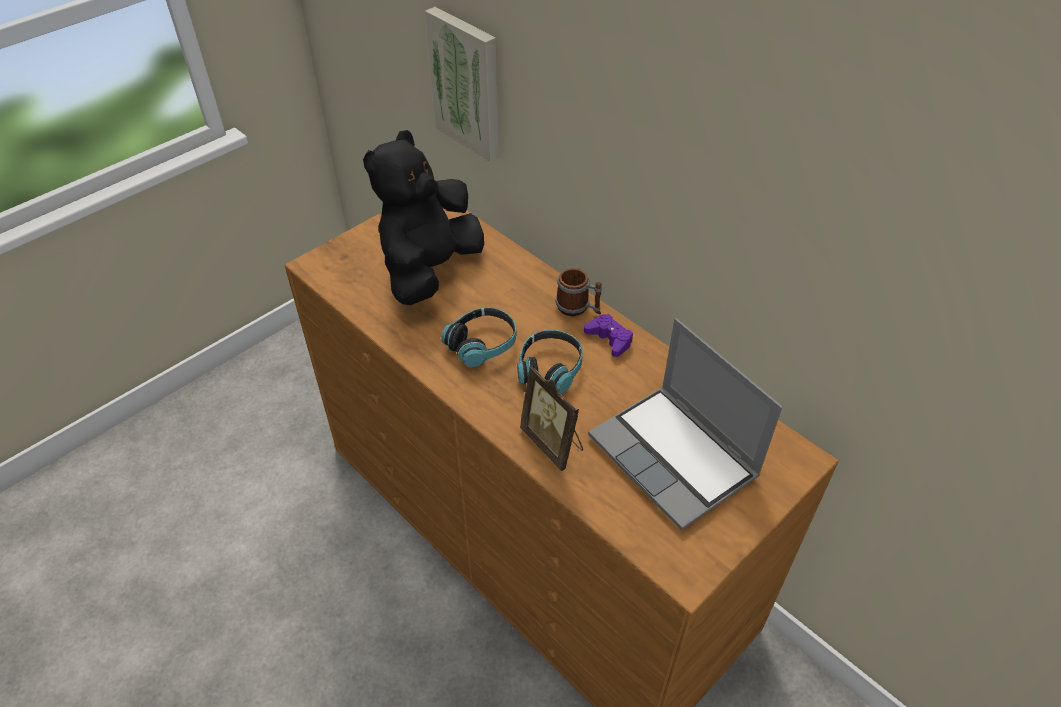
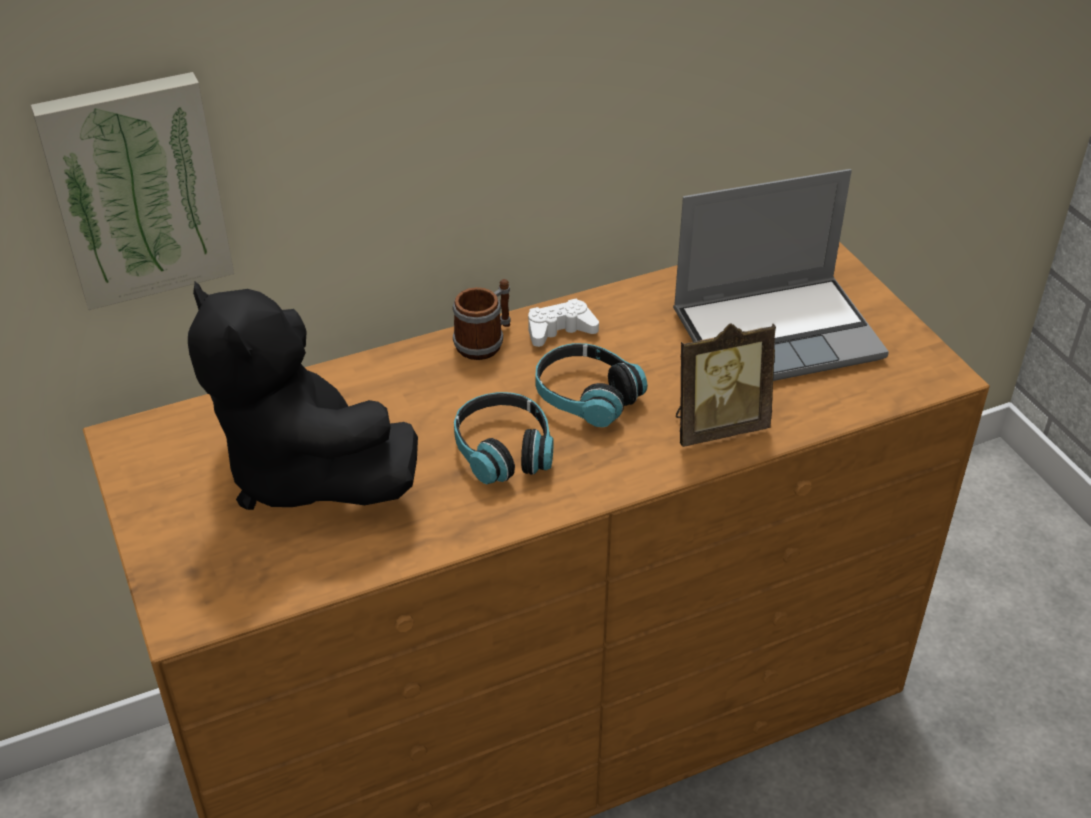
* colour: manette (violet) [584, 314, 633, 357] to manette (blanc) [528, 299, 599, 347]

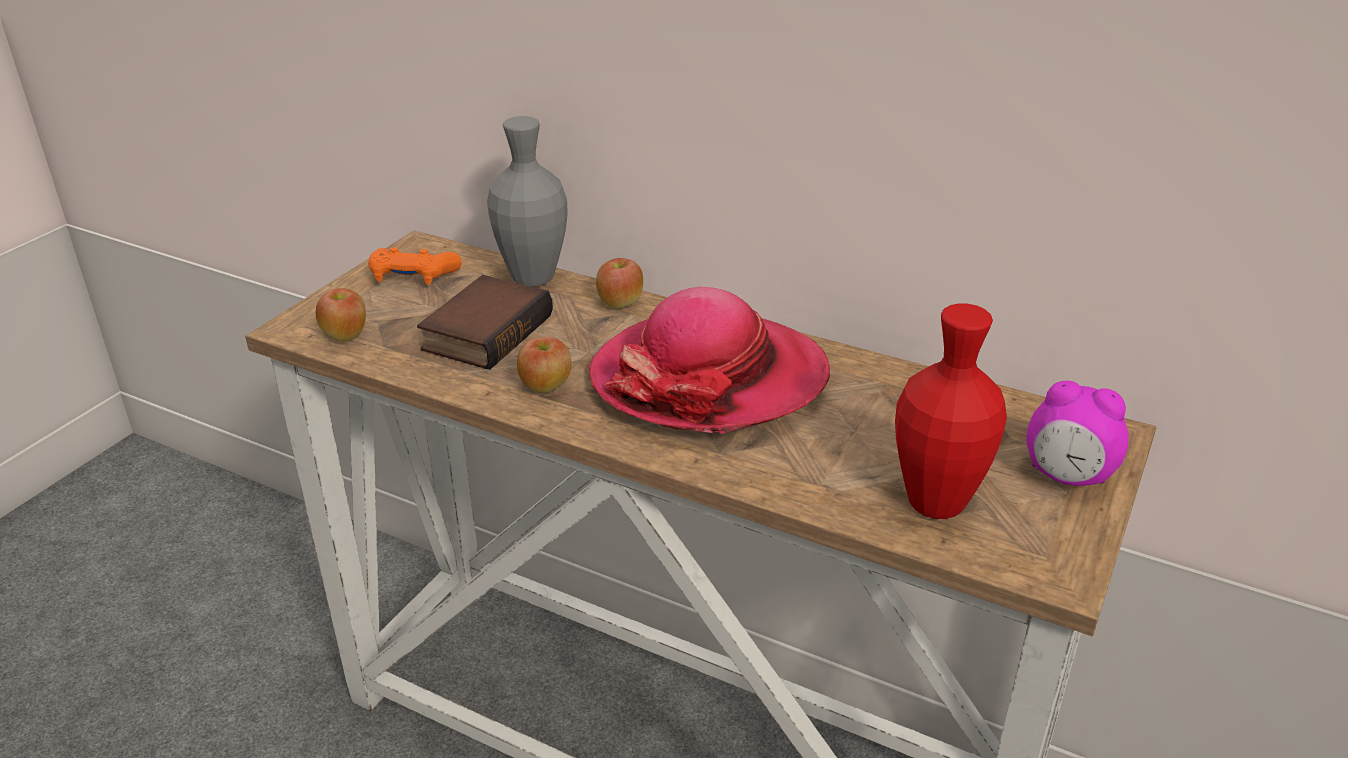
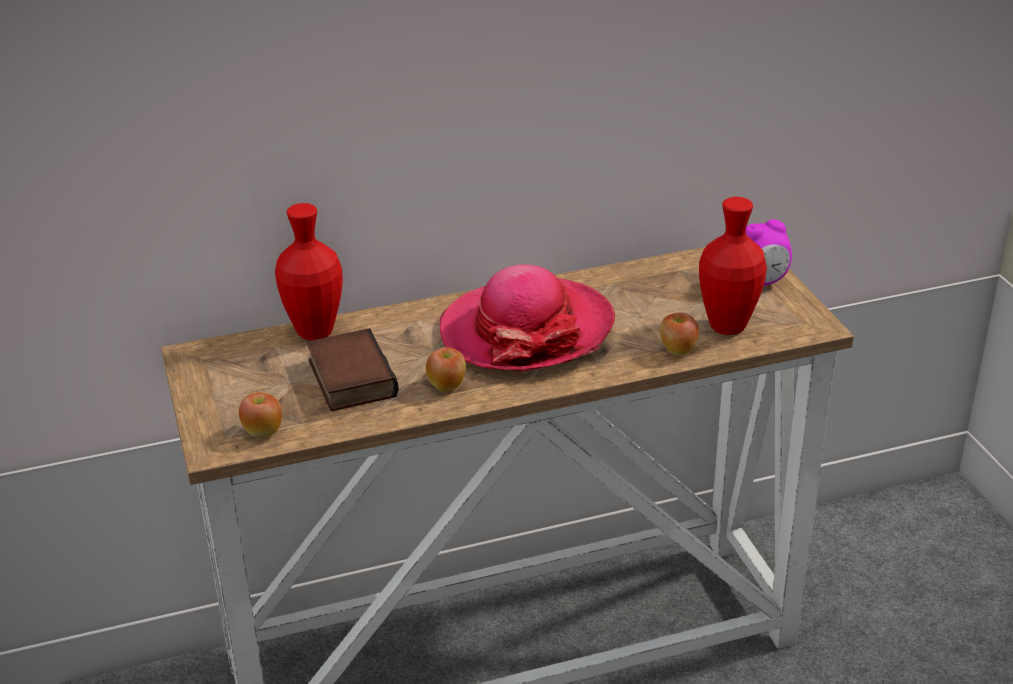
* missing: manette (orange) [368, 247, 461, 285]
* colour: vase (gris) [487, 116, 568, 287] to vase (rouge) [275, 203, 343, 341]
* relocated: pomme [596, 258, 643, 309] to [660, 312, 699, 356]

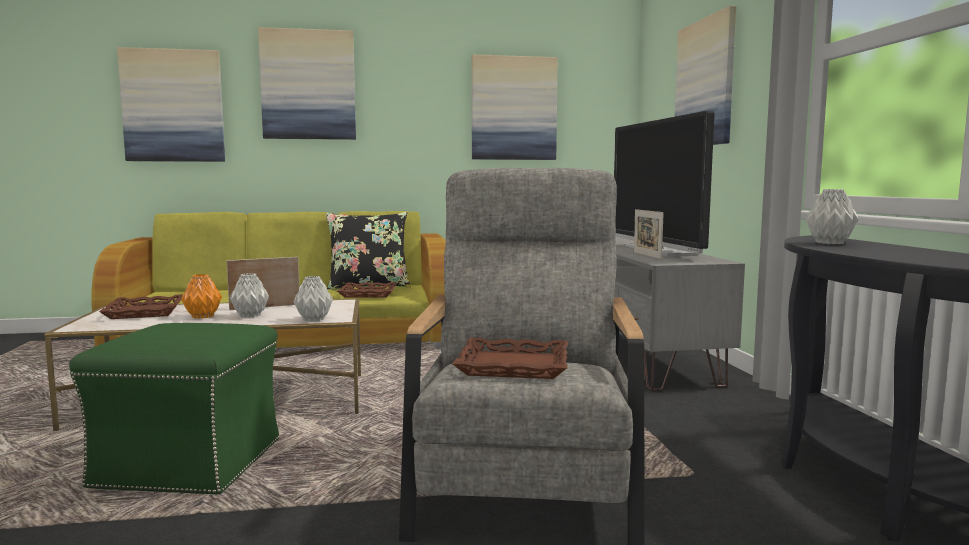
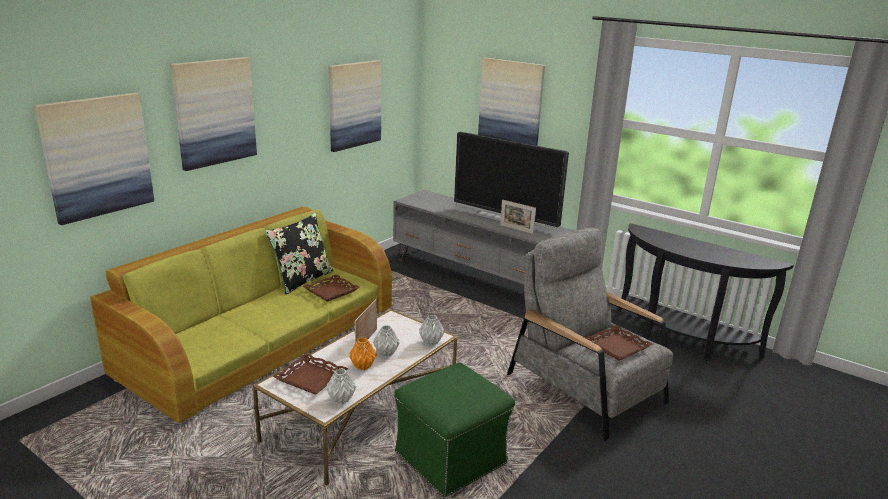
* relocated: vase (gris) [805, 189, 859, 244] to [326, 368, 356, 404]

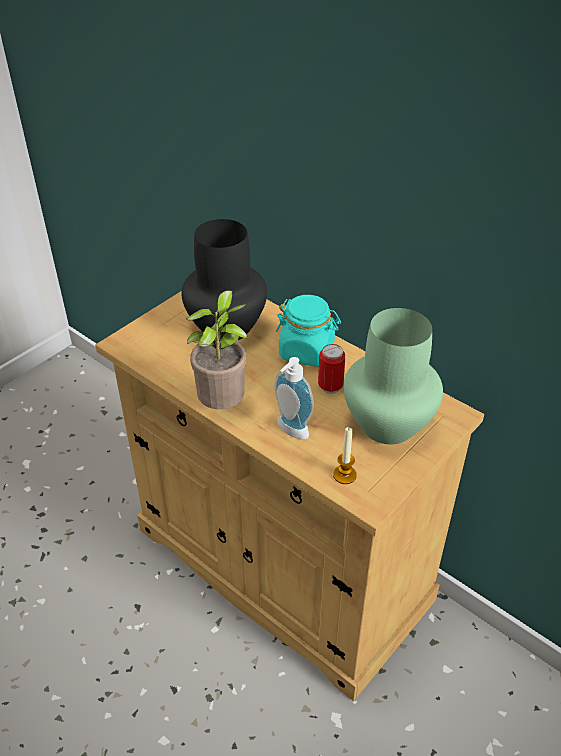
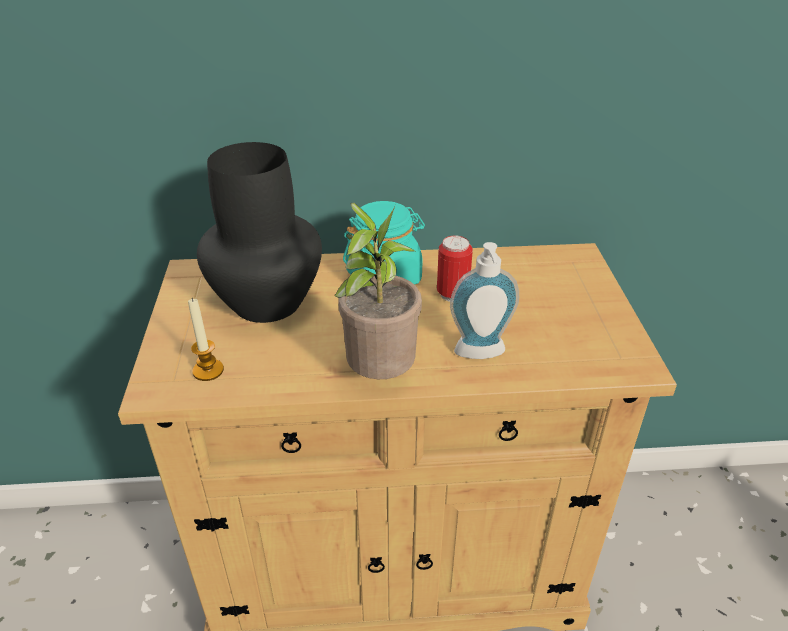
* relocated: bougie [333, 427, 357, 484] to [188, 298, 224, 381]
* missing: vase (vert) [344, 308, 443, 444]

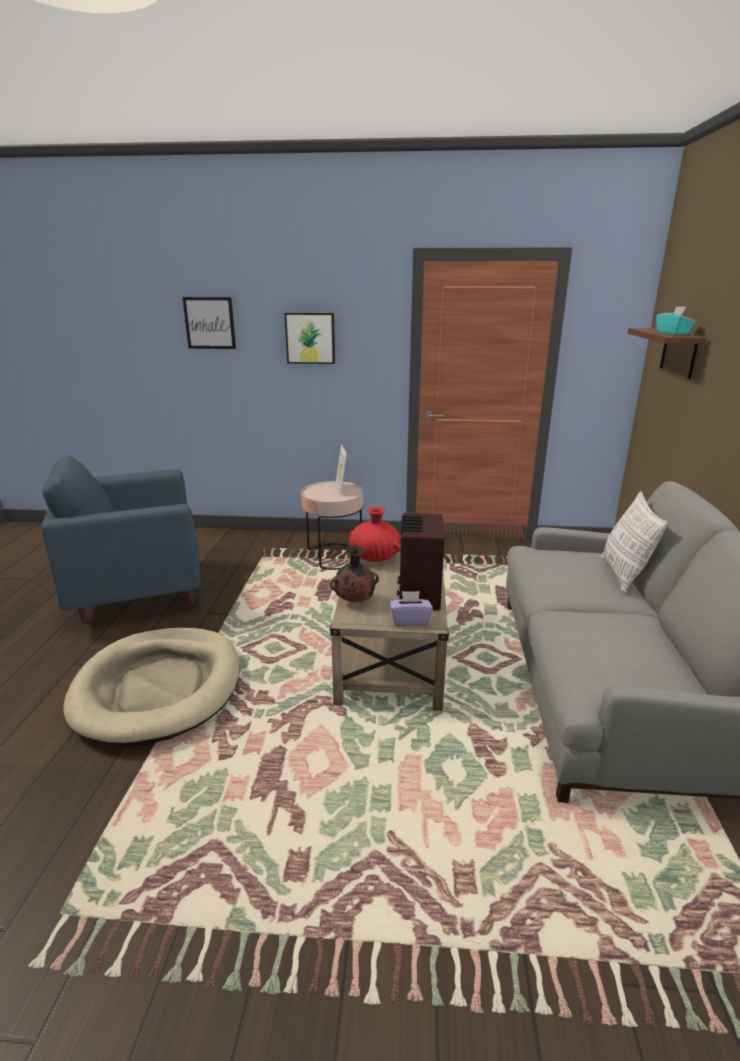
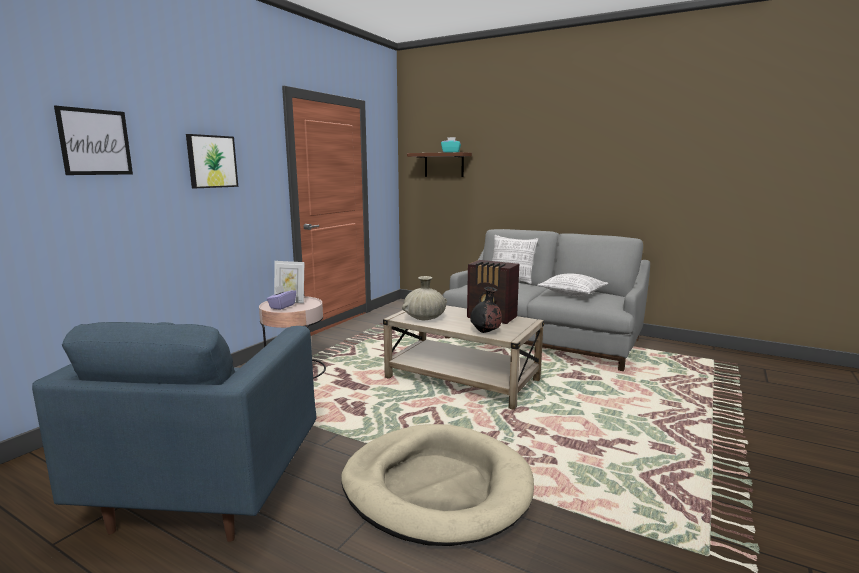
* colour: vase (rouge) [349, 507, 401, 562] to vase (beige) [402, 276, 447, 320]
* relocated: boîte à mouchoirs (violet) [390, 591, 433, 626] to [267, 285, 296, 310]
* appeared: coussin [537, 274, 608, 297]

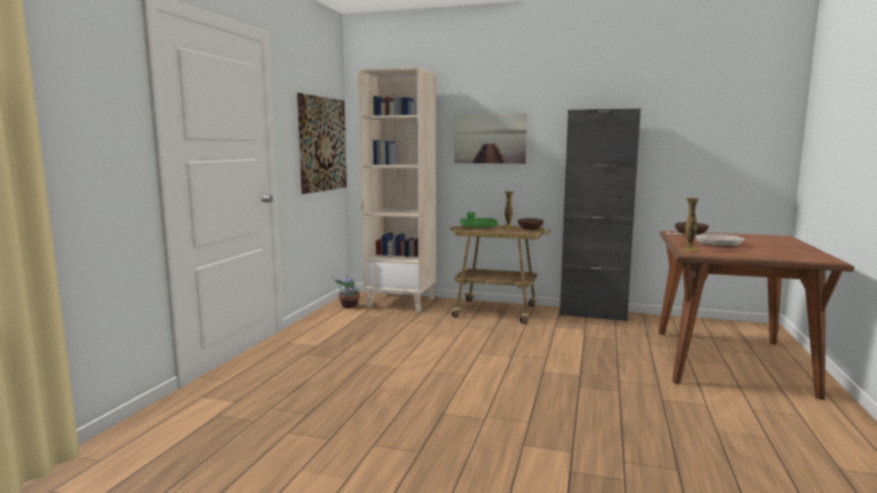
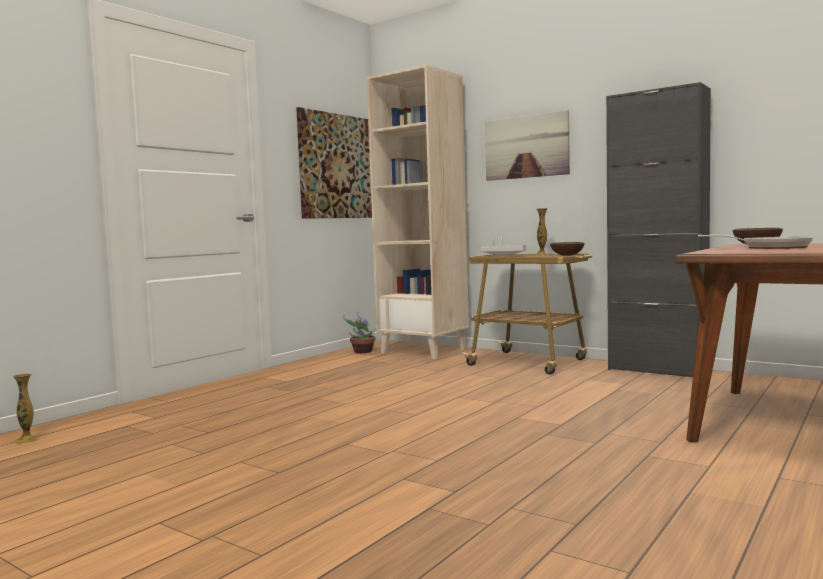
* colour: plateau (vert) [460, 212, 498, 228] to plateau (gris) [480, 237, 526, 255]
* relocated: vase [681, 198, 699, 251] to [13, 374, 40, 444]

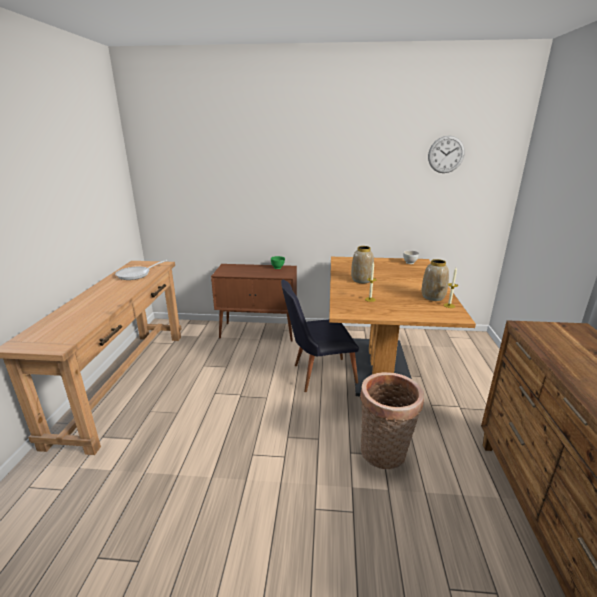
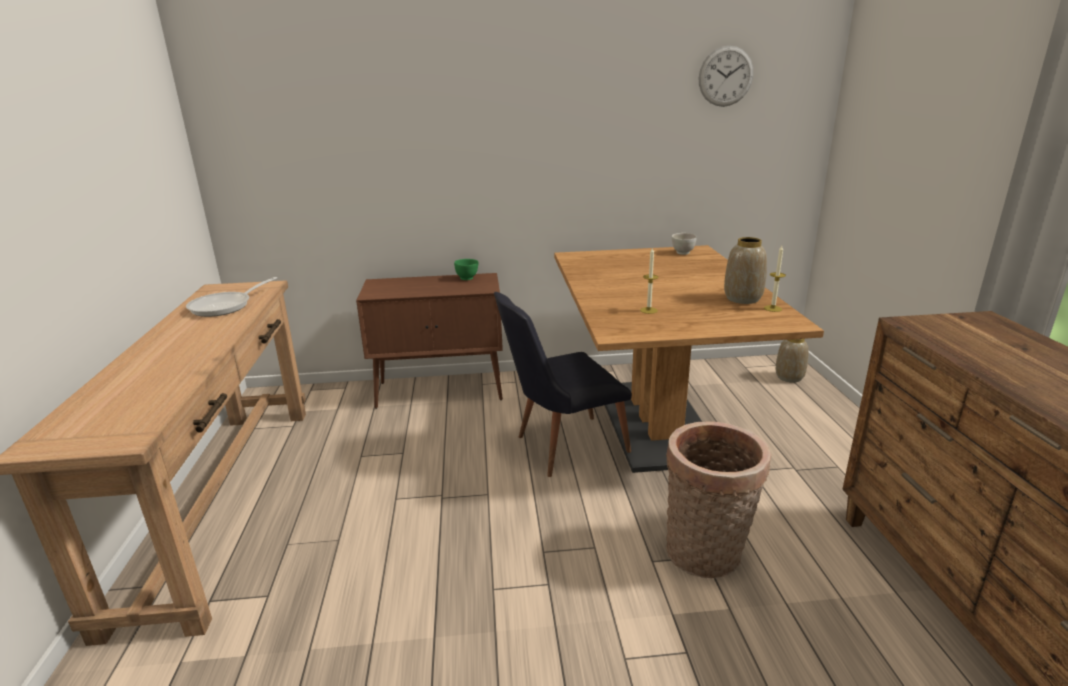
* relocated: vase [351, 246, 374, 283] to [776, 339, 809, 383]

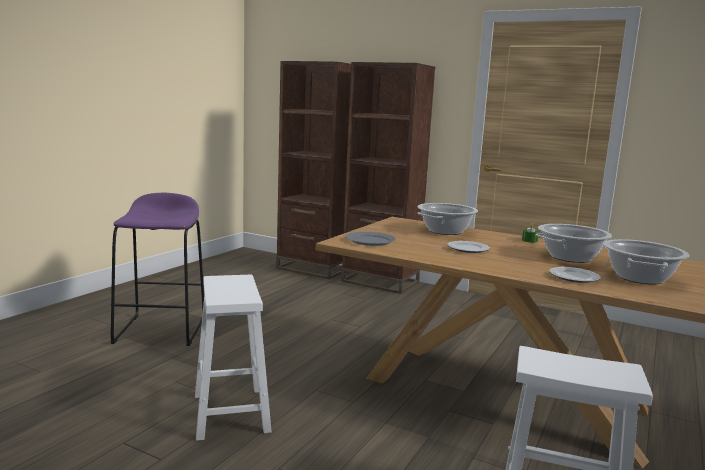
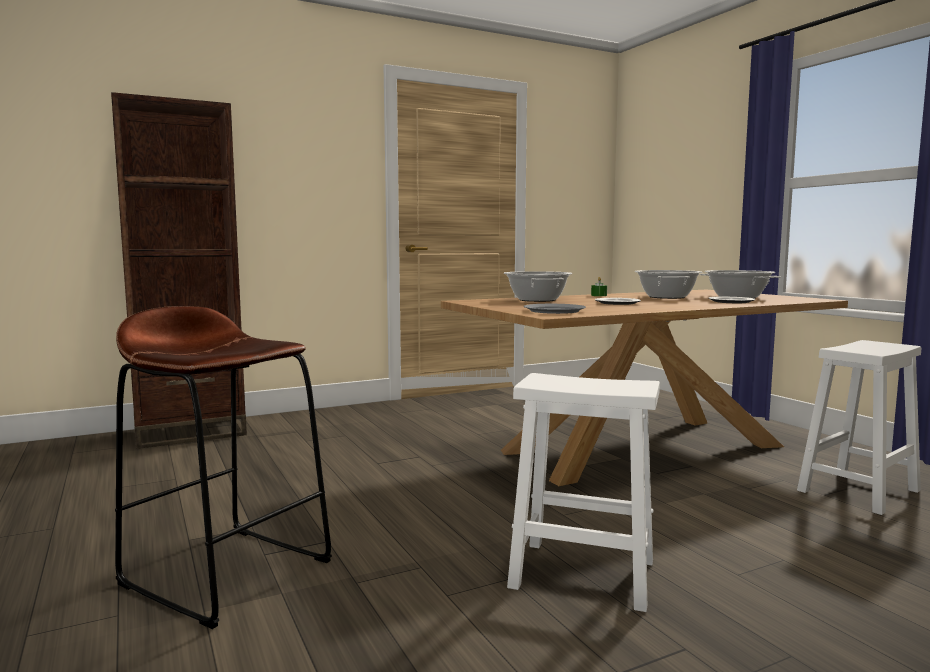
* colour: tabouret (violet) [111, 193, 204, 346] to tabouret (marron) [115, 306, 332, 629]
* missing: bibliothèque (marron) [341, 62, 435, 294]

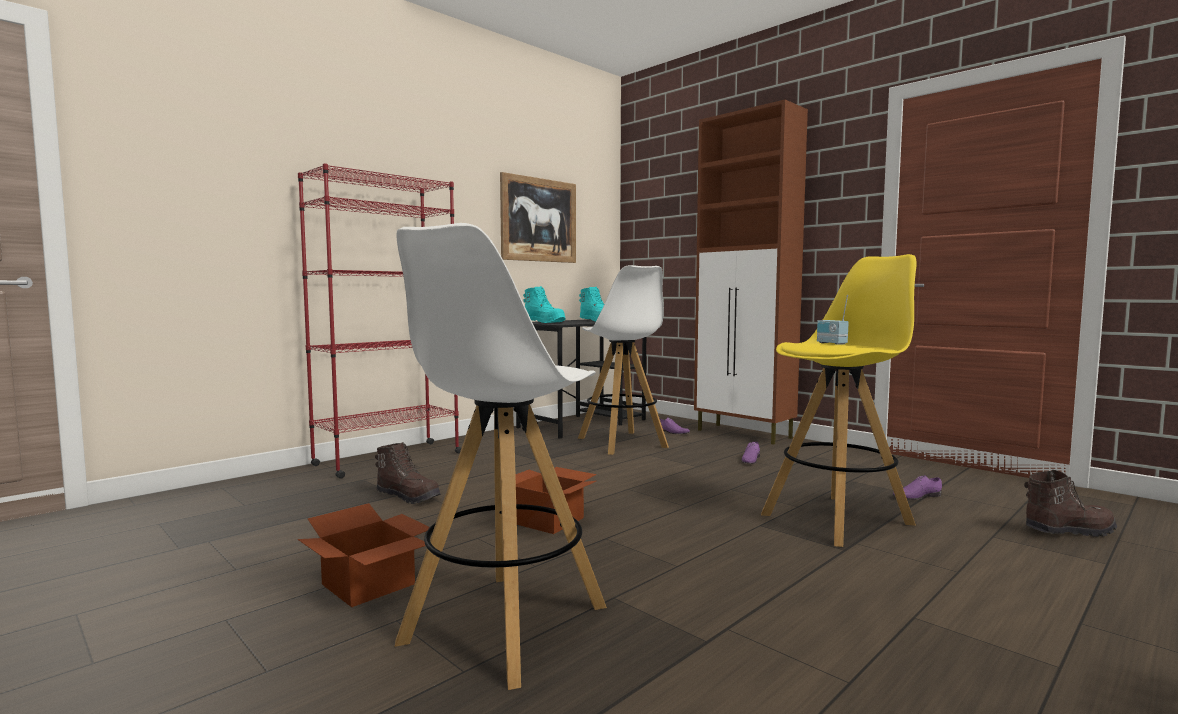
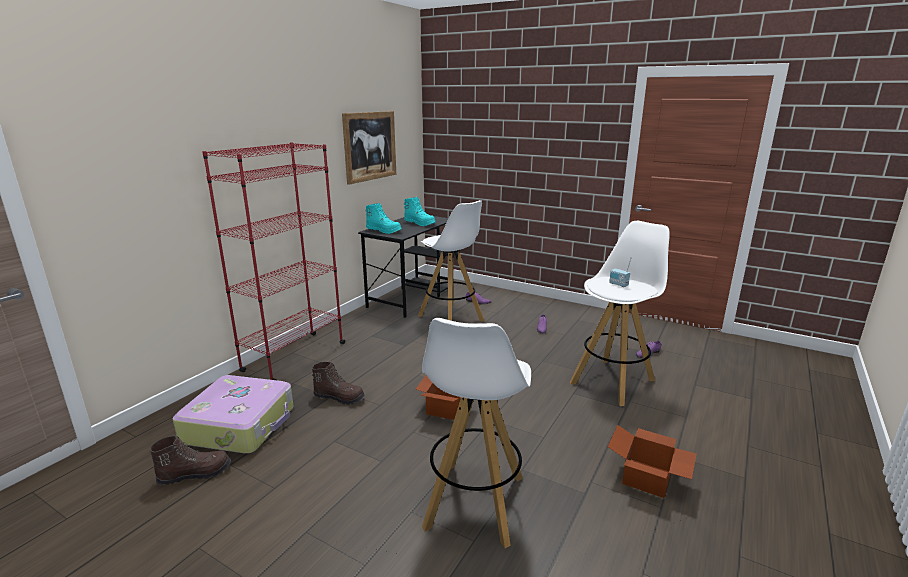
* relocated: carton [298, 503, 430, 607] to [608, 425, 696, 498]
* missing: meuble de rangement (marron) [694, 100, 808, 445]
* colour: tabouret (jaune) [761, 254, 916, 547] to tabouret (blanc) [570, 221, 670, 406]
* relocated: botte (marron) [1024, 470, 1117, 537] to [150, 435, 231, 485]
* appeared: valise [173, 375, 293, 454]

